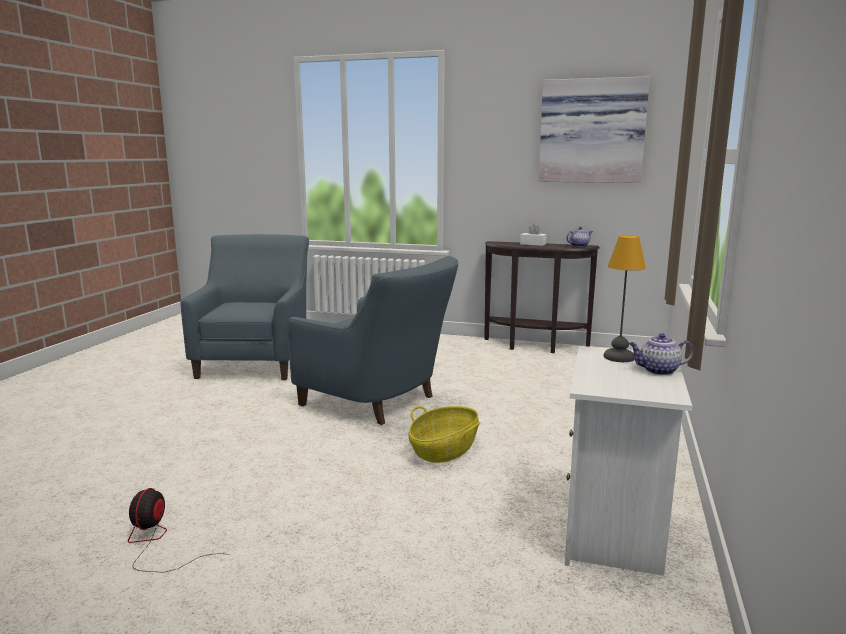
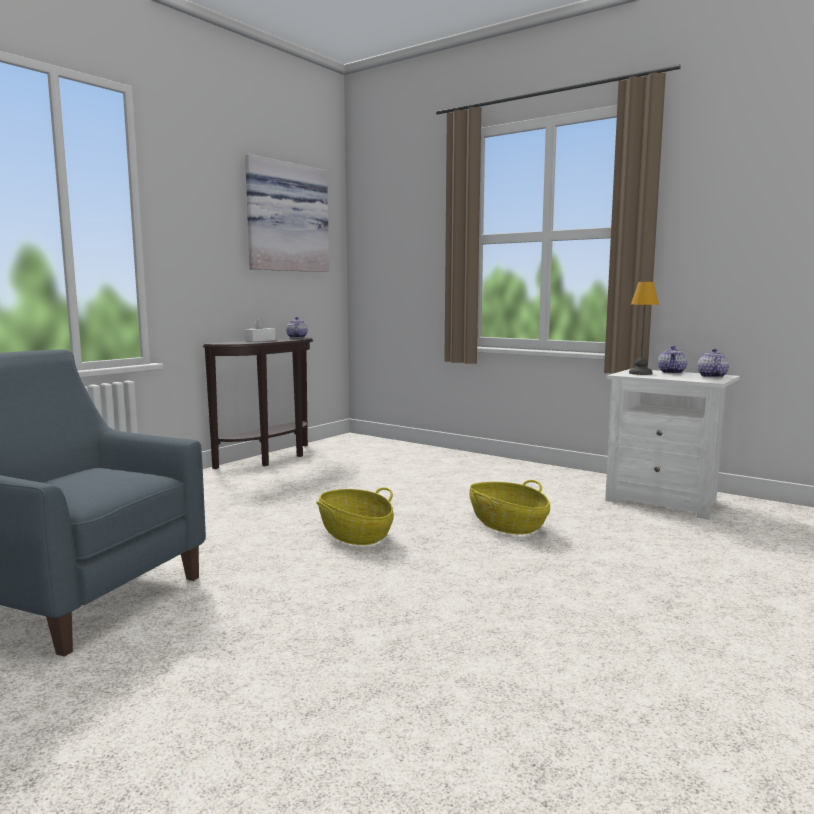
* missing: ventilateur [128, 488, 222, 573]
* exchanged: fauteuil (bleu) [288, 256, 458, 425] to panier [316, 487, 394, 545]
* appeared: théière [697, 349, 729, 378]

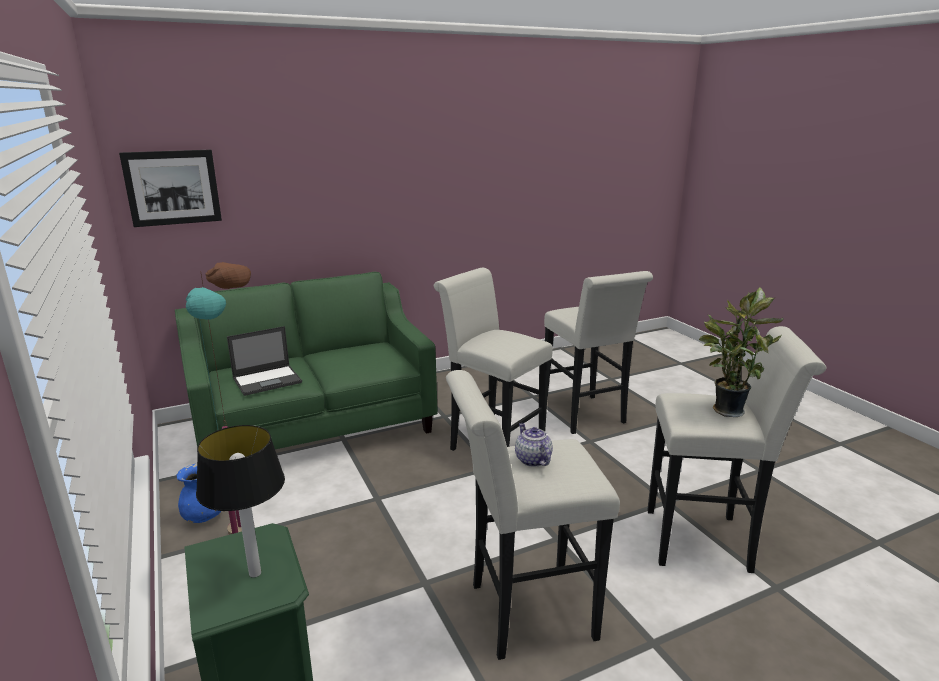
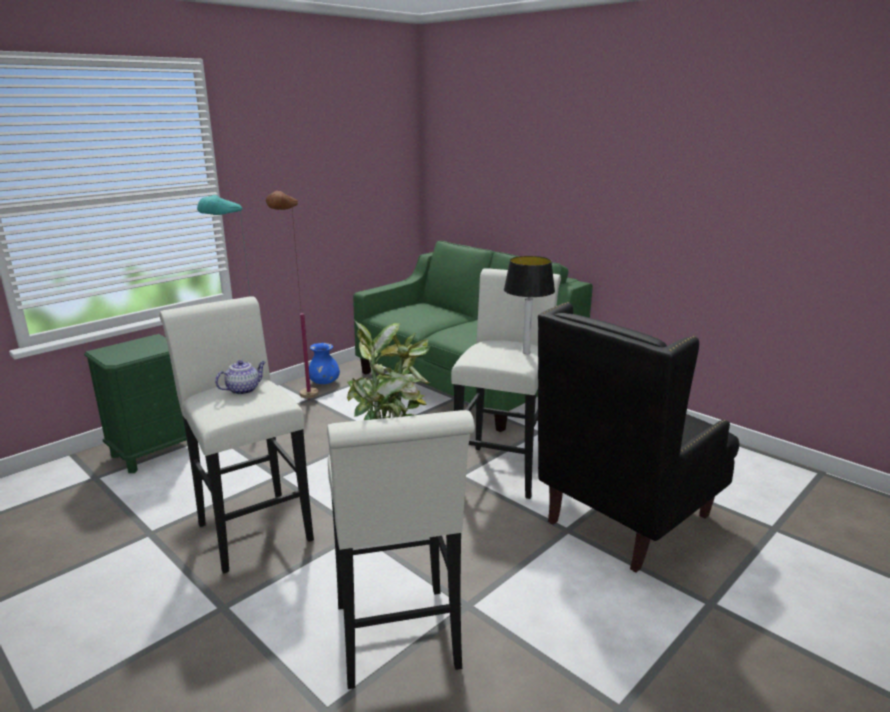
* missing: tableau [119, 150, 222, 227]
* relocated: lampe de table [196, 425, 285, 578] to [504, 256, 555, 354]
* missing: ordinateur portable [227, 326, 302, 396]
* exchanged: tabouret (blanc) [544, 271, 653, 434] to fauteuil (noir) [538, 302, 739, 572]

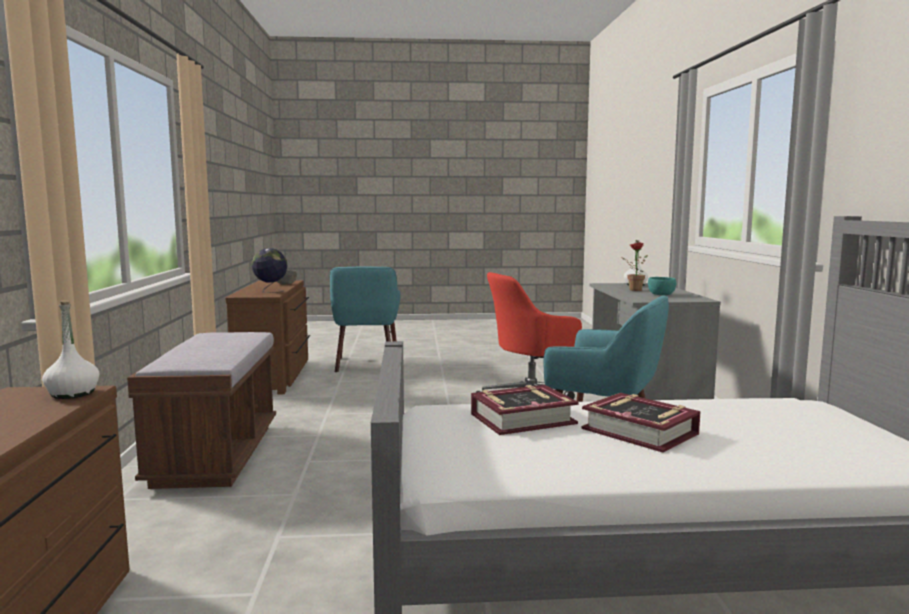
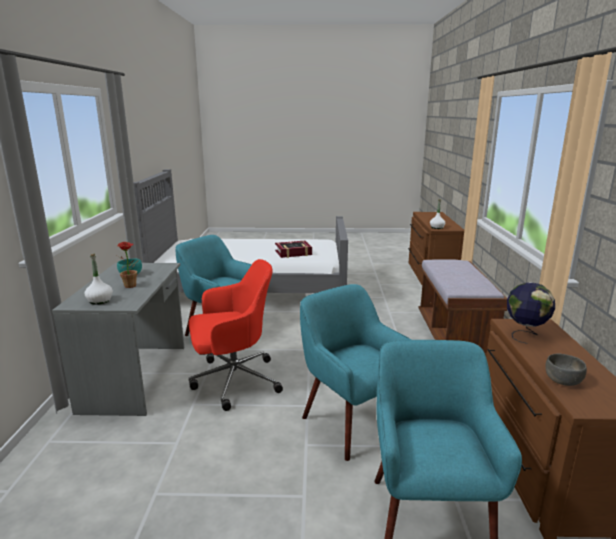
* missing: livre [582, 393, 701, 453]
* appeared: fauteuil (turquoise) [300, 284, 411, 461]

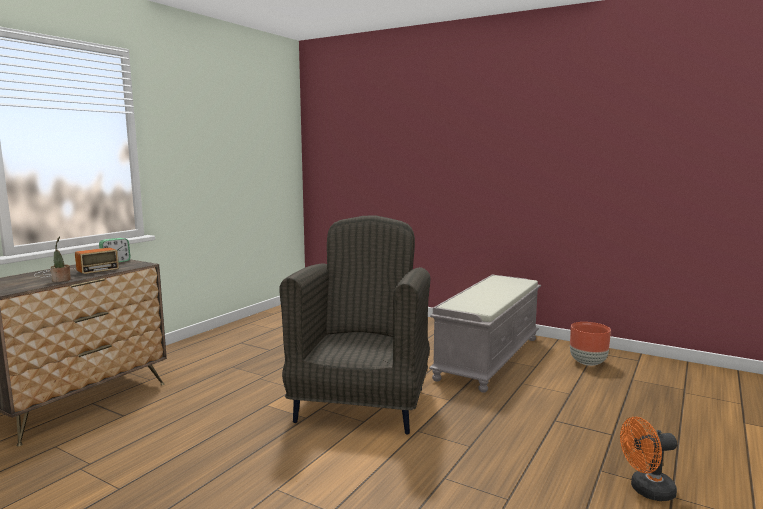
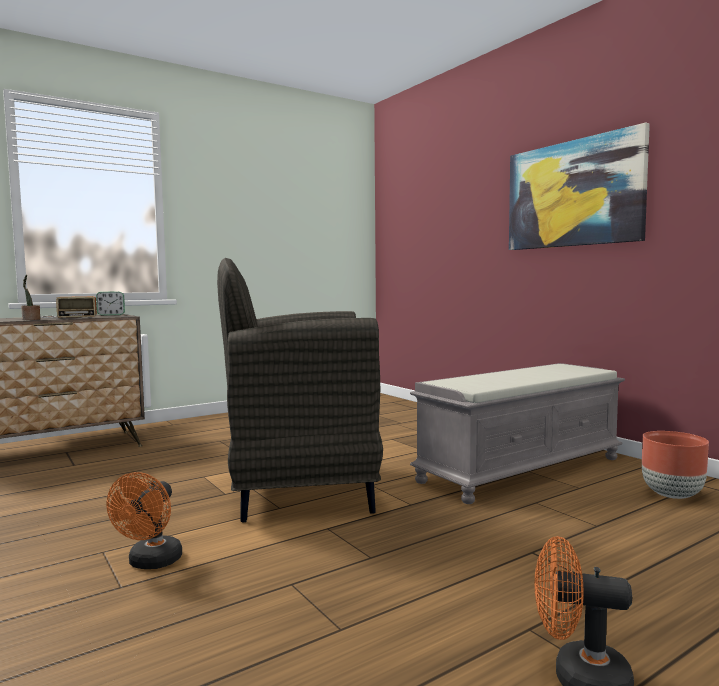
* spun: fauteuil (gris) [279, 215, 430, 435] = [217, 258, 383, 522] 135 degrees counterclockwise
* appeared: ventilateur (orange) [106, 472, 182, 569]
* appeared: tableau [509, 123, 650, 250]

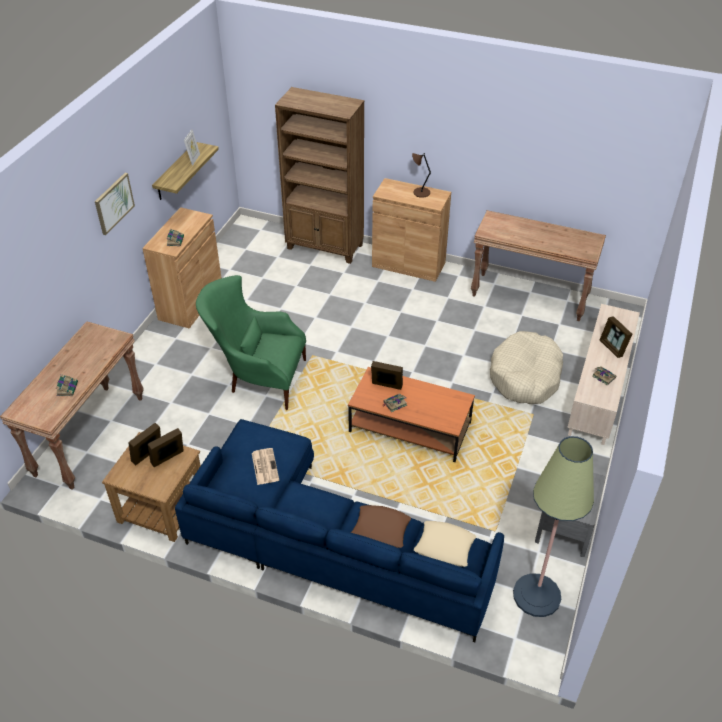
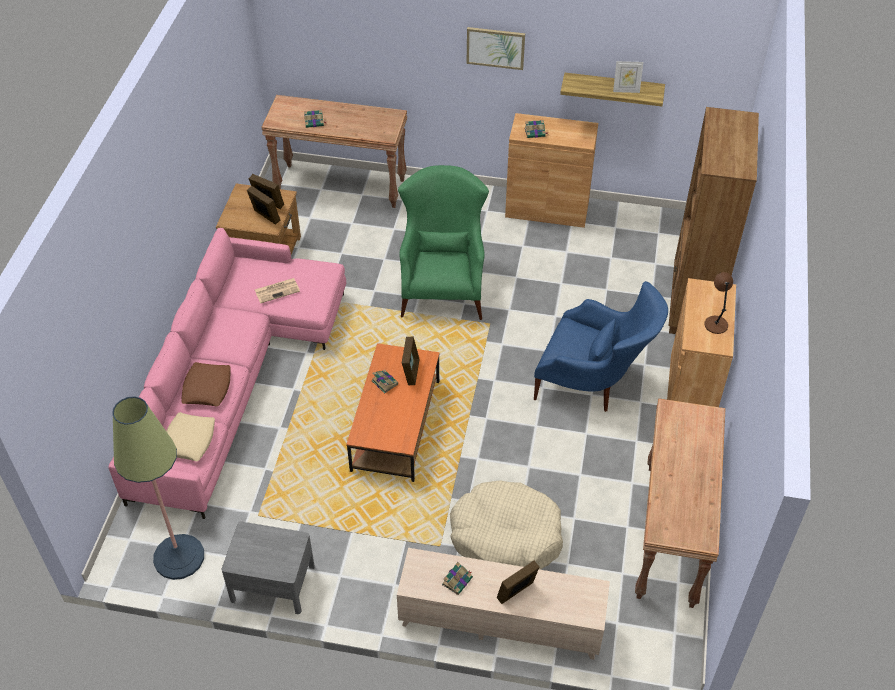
* colour: canapé (bleu) [175, 419, 504, 642] to canapé (rose) [109, 228, 346, 519]
* appeared: fauteuil (bleu) [534, 281, 668, 412]

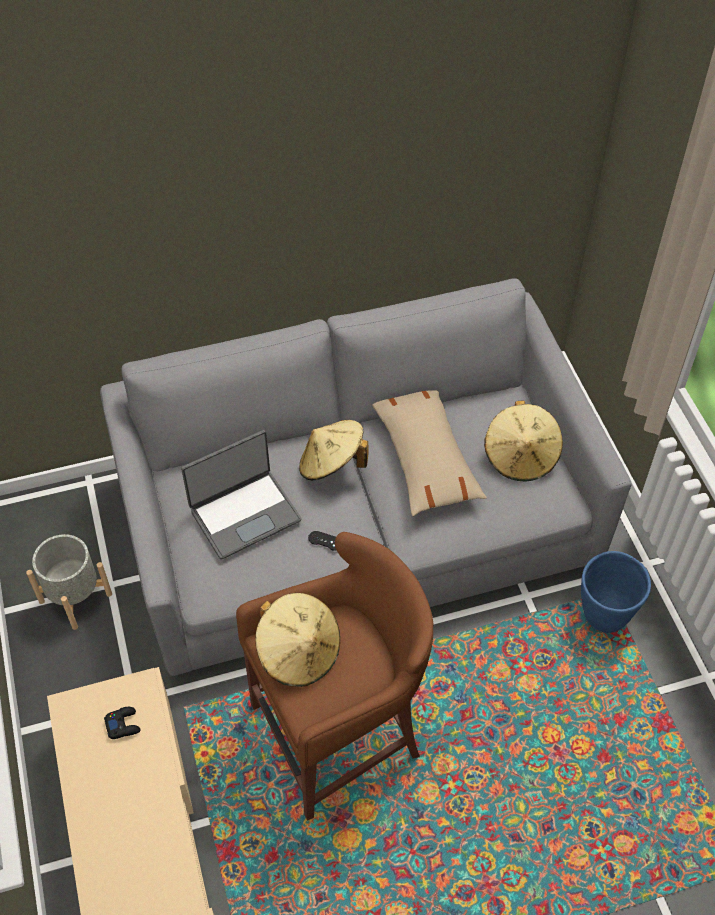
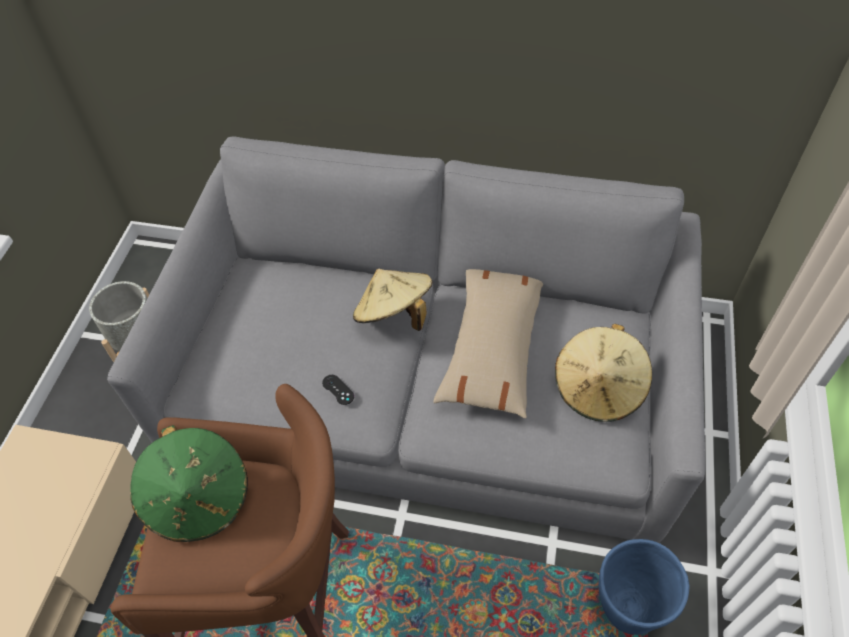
* missing: manette (noir) [104, 707, 140, 739]
* missing: ordinateur portable [181, 430, 302, 559]
* colour: chapeau (beige) [255, 593, 340, 687] to chapeau (vert) [130, 425, 248, 542]

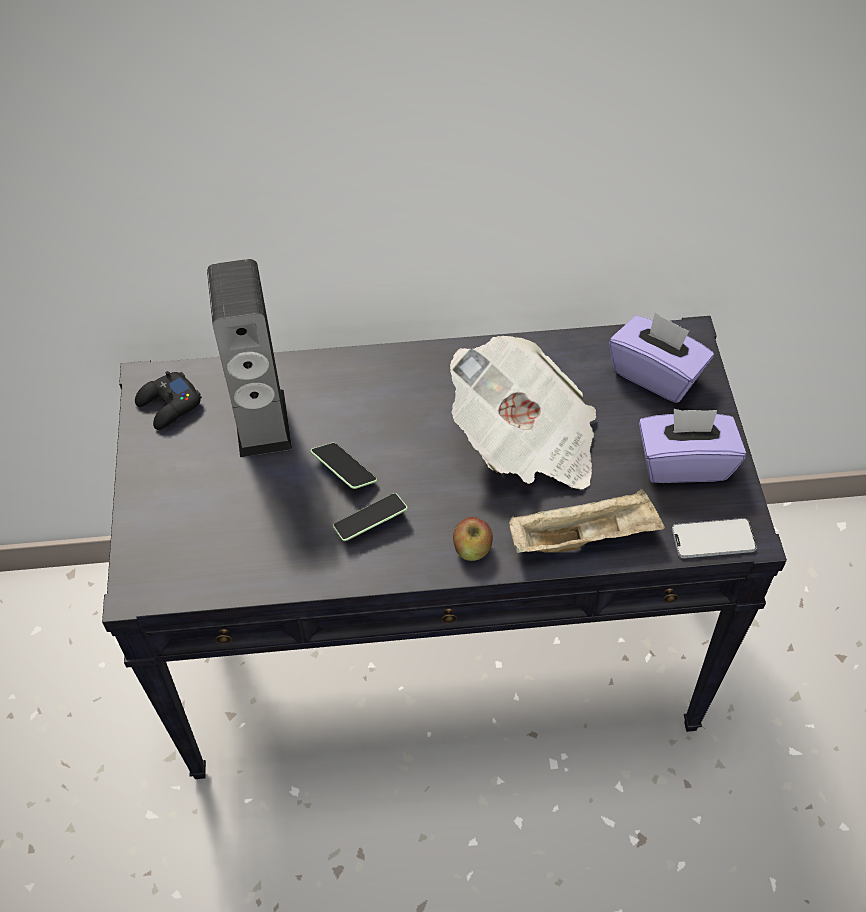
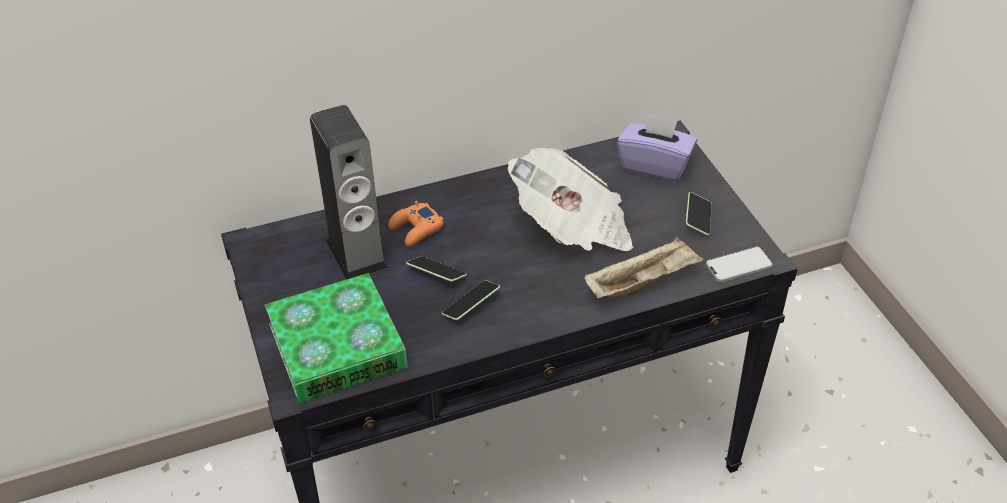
* missing: manette (noir) [135, 371, 202, 430]
* missing: pomme [453, 517, 493, 561]
* exchanged: boîte à mouchoirs (violet) [639, 409, 746, 483] to téléphone [686, 192, 712, 235]
* appeared: livre [264, 273, 408, 404]
* appeared: manette (orange) [388, 201, 444, 247]

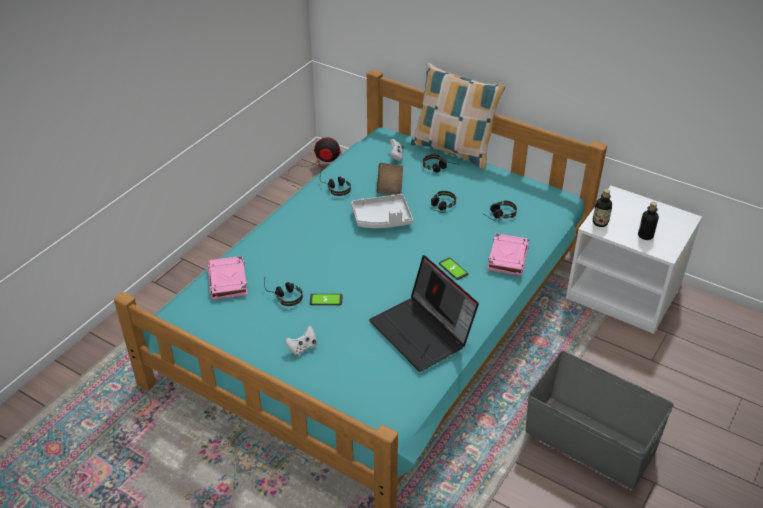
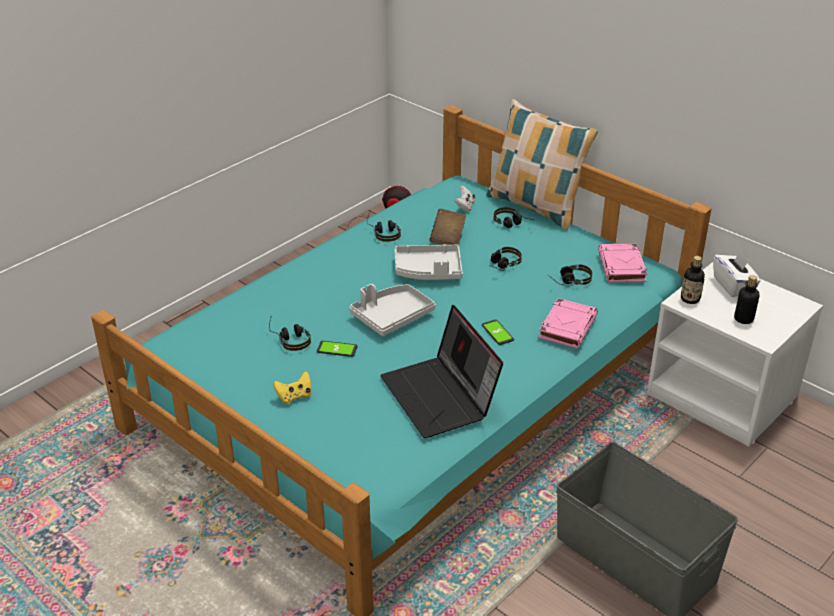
* relocated: livre (rose) [208, 256, 248, 300] to [598, 244, 647, 282]
* colour: manette (blanc) [285, 326, 317, 356] to manette (jaune) [273, 371, 312, 404]
* appeared: plateau (gris) [349, 284, 436, 336]
* appeared: boîte à mouchoirs (blanc) [713, 250, 761, 297]

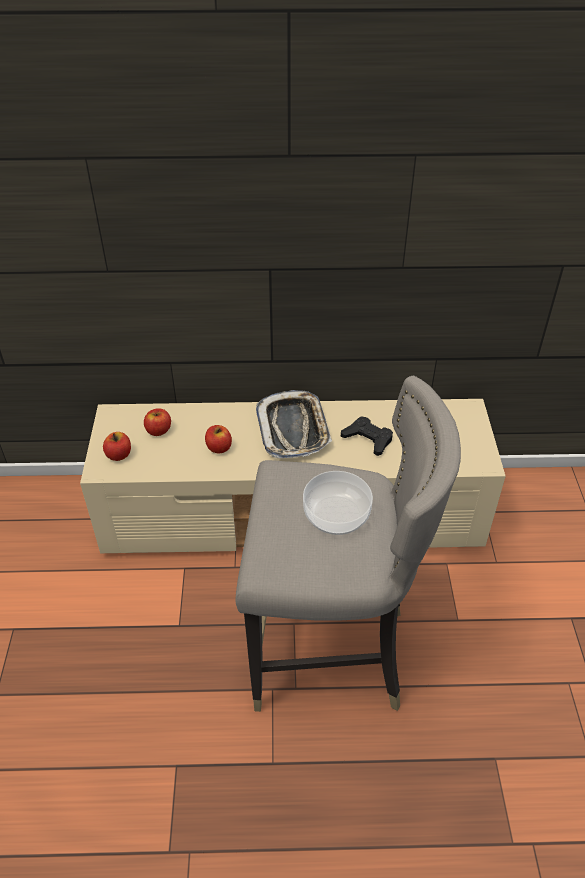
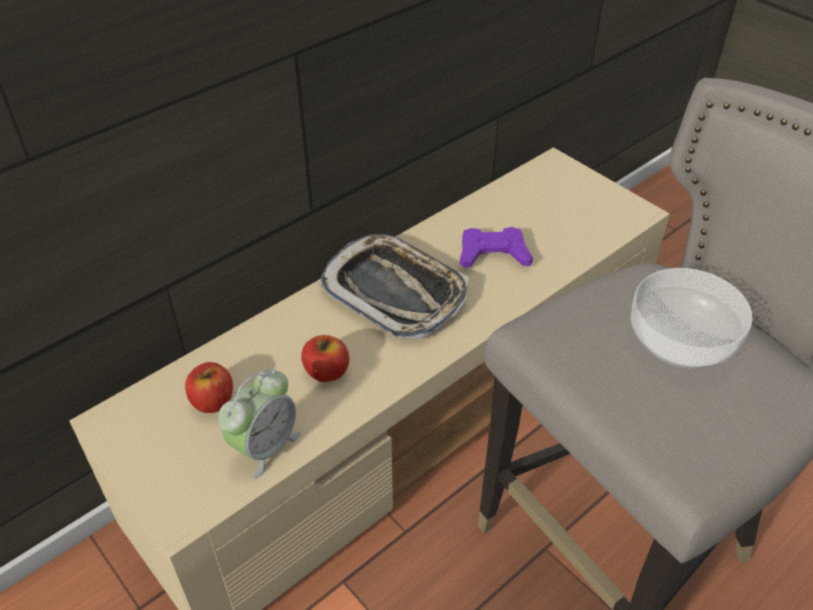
* missing: pomme [103, 432, 131, 461]
* colour: manette (noir) [341, 417, 393, 456] to manette (violet) [460, 227, 533, 268]
* appeared: réveil [218, 369, 301, 479]

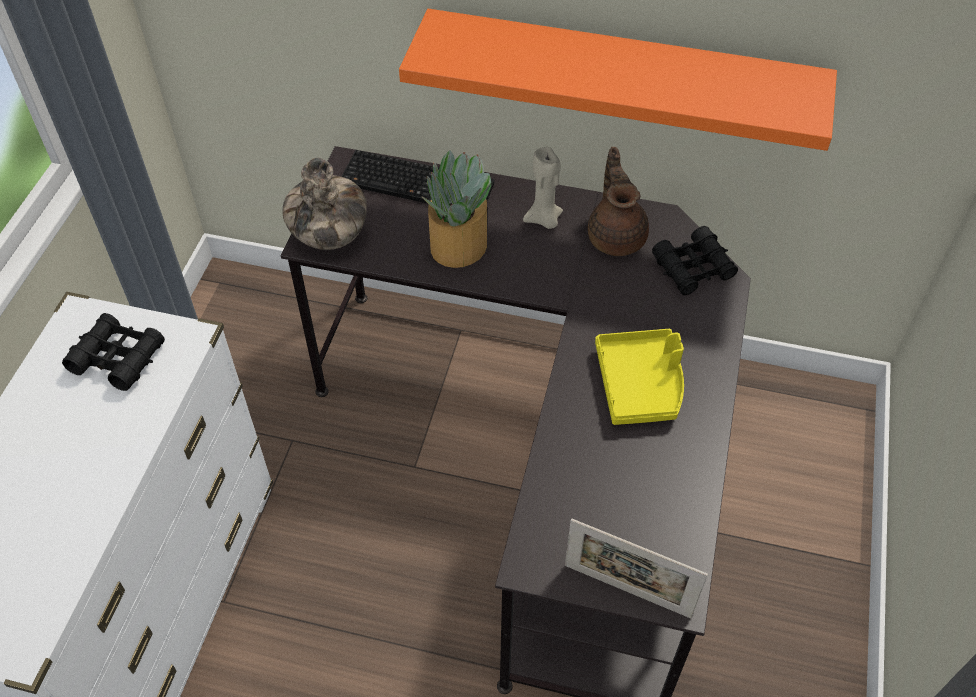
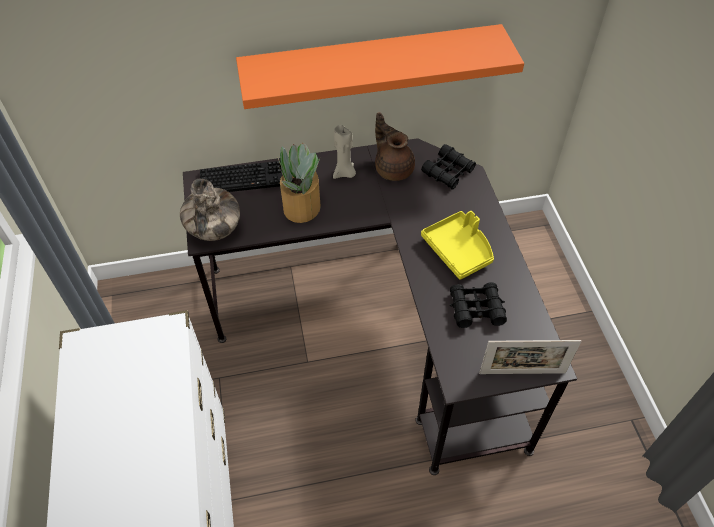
* relocated: jumelles (noir) [62, 313, 165, 391] to [450, 282, 507, 328]

